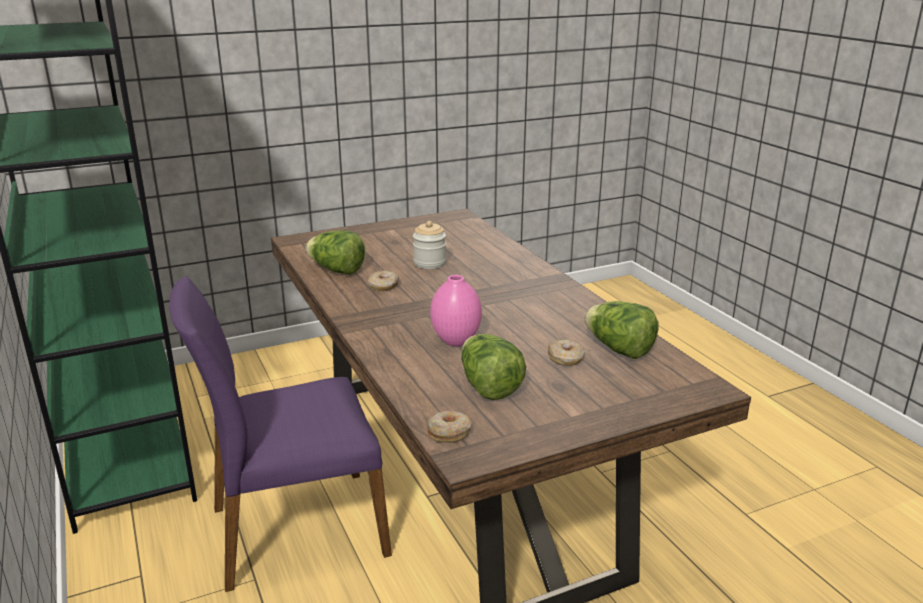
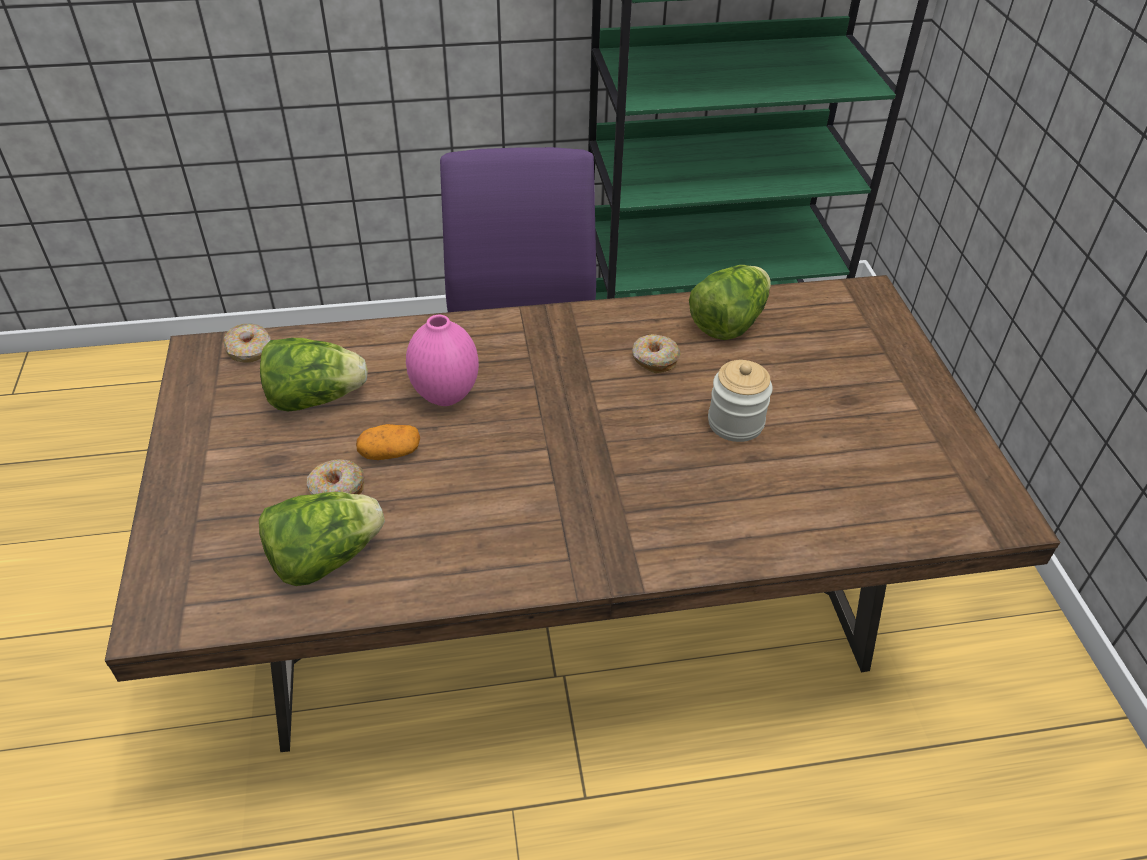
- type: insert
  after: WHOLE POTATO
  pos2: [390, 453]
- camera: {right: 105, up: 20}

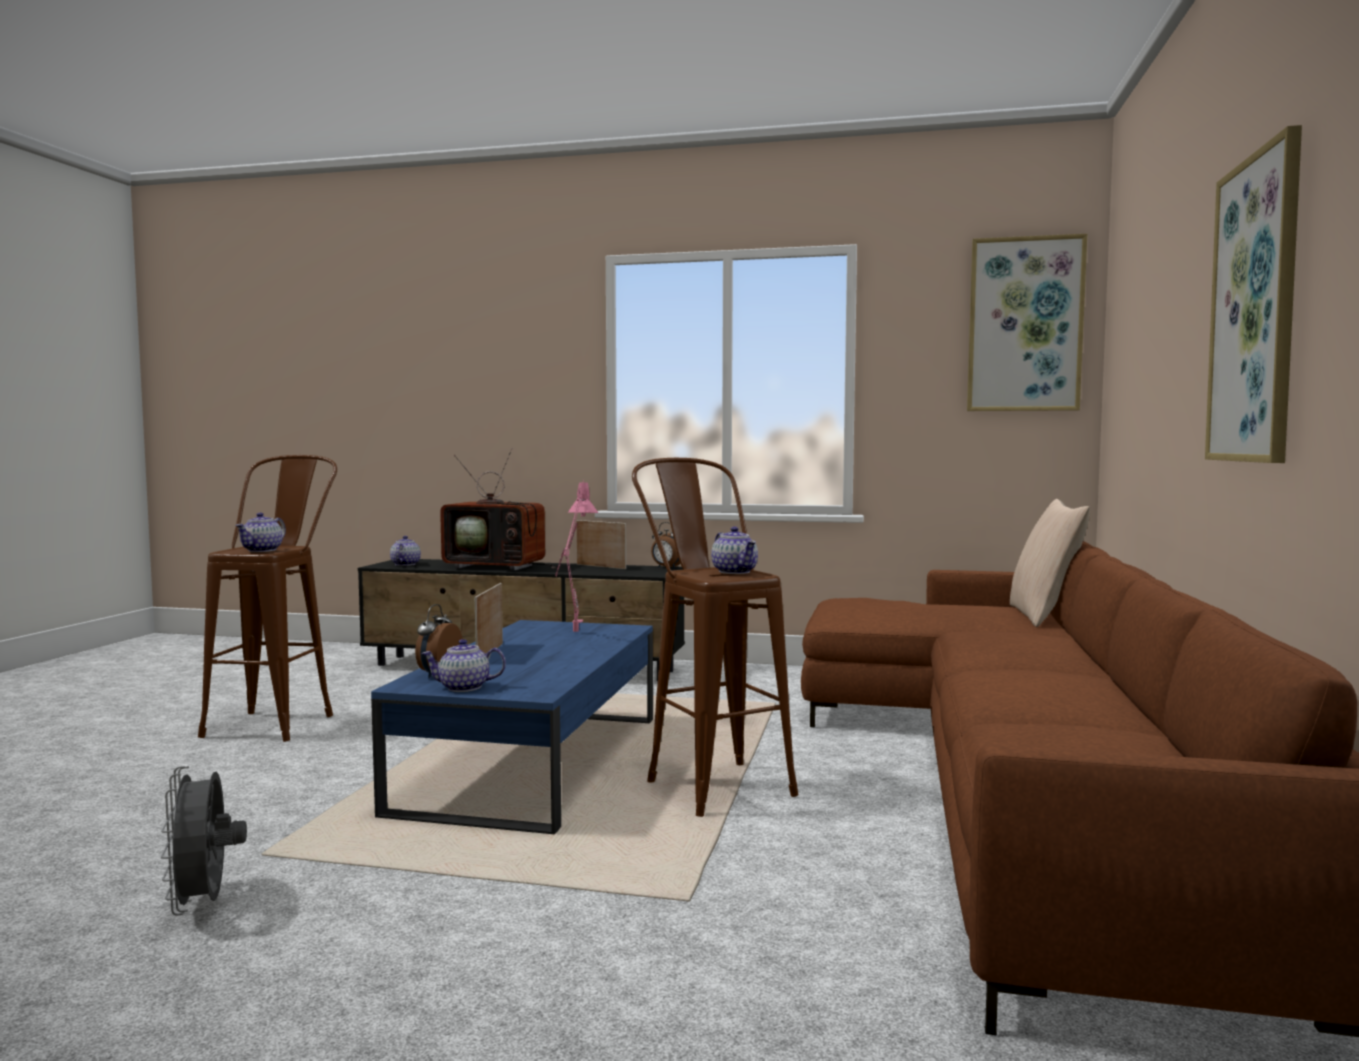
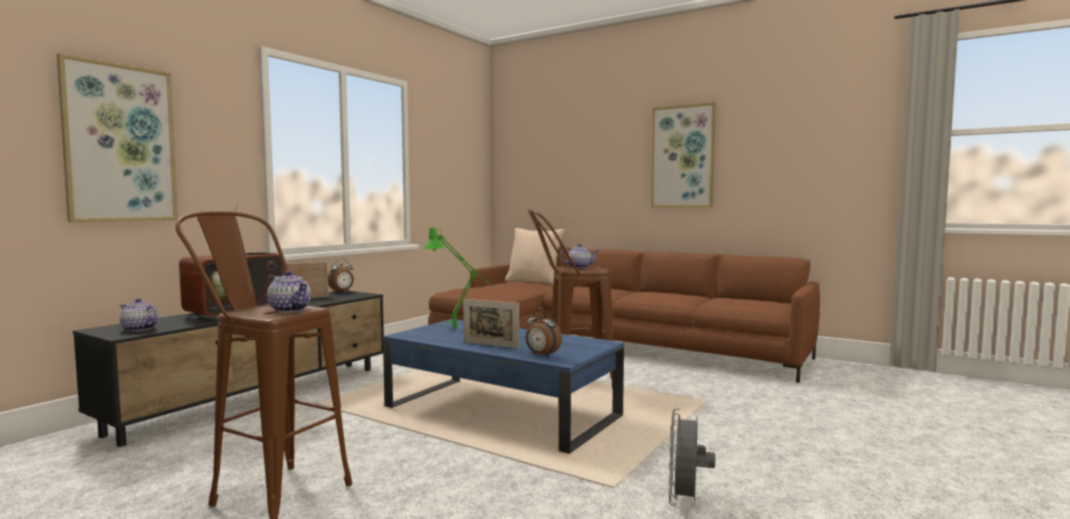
- type: move
  before: PICTURE
  pos1: [1025, 325]
  pos2: [120, 143]
- type: recolor
  before: PINK TABLE LAMP
  after: GREEN-COLOURED TABLE LAMP
  pos1: [574, 635]
  pos2: [460, 330]
- type: rotate
  before: GREYISH ELECTRIC FAN
  pos1: [204, 904]
  pos2: [686, 502]
  turn: 105
- type: delete
  before: POT FOR TEA
  pos1: [463, 687]
- camera: {right: -70, up: 0}

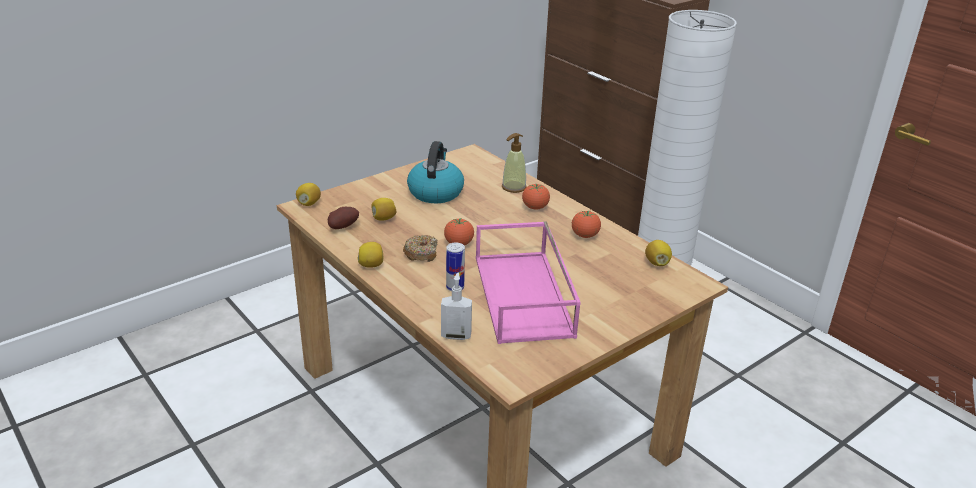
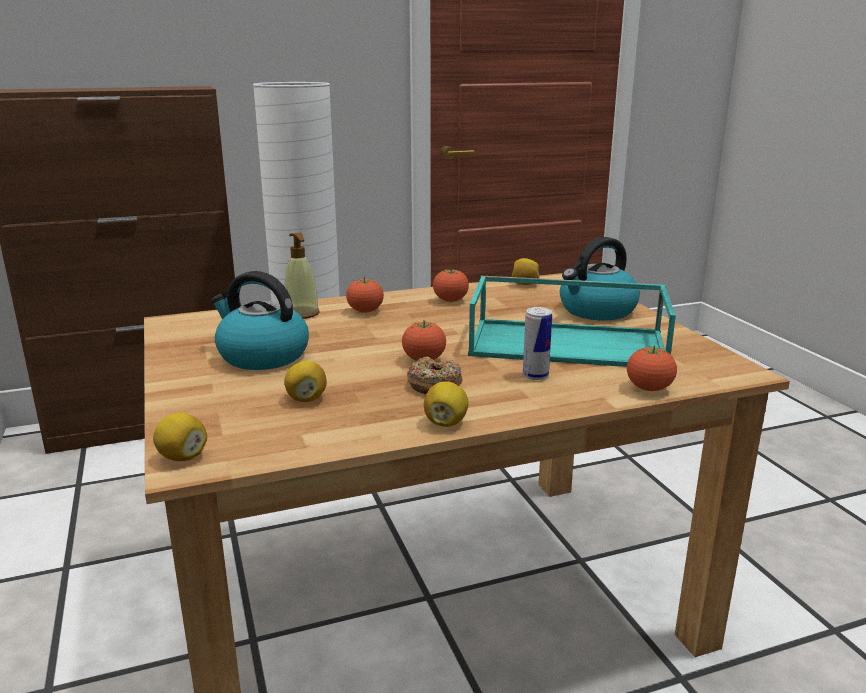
- type: recolor
  before: PINK CARRYING TRAY
  after: TURQUOISE CARRYING TRAY
  pos1: [525, 296]
  pos2: [569, 343]
- type: insert
  after: KETTLE
  pos2: [596, 311]
- type: replace
  before: LIQUID SOAP BOTTLE
  after: FRESH TOMATO
  pos1: [456, 335]
  pos2: [649, 389]
- type: delete
  before: WHOLE POTATO
  pos1: [342, 227]
- camera: {right: -70, up: -10}

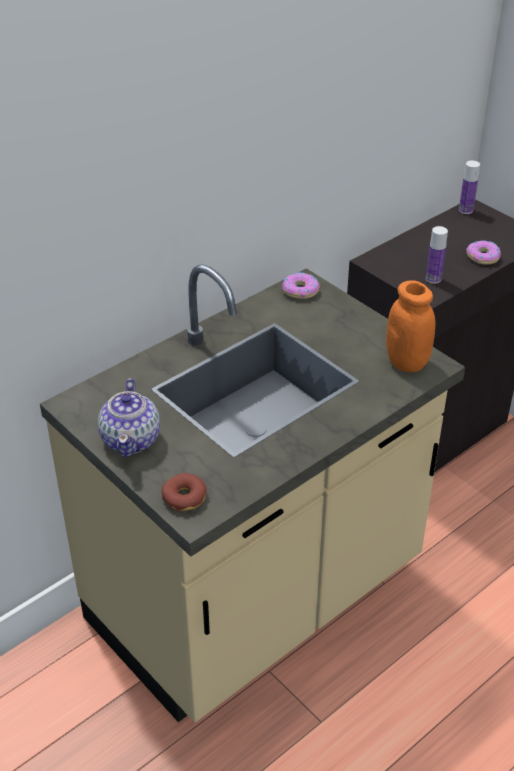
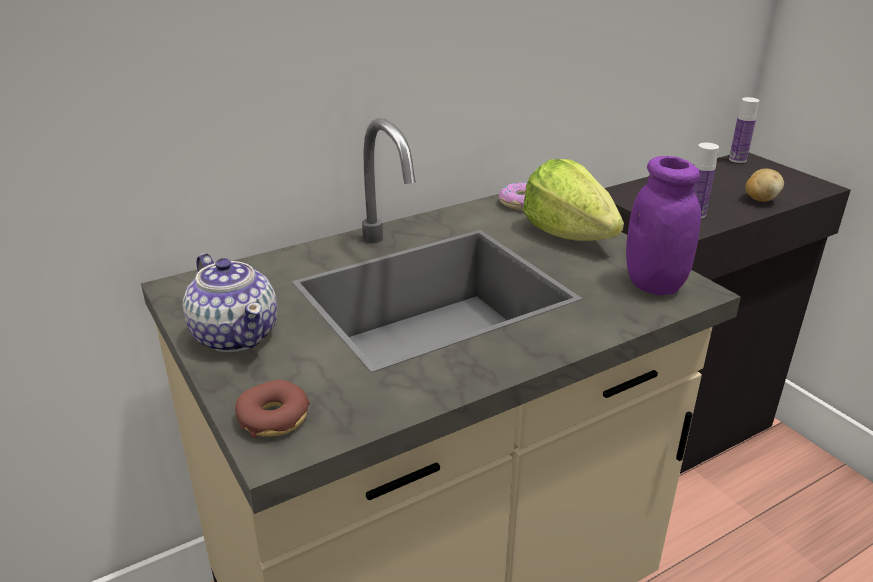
- type: rotate
  before: POT FOR TEA
  pos1: [131, 439]
  pos2: [236, 335]
  turn: -45
- type: insert
  after: HEAD OF LETTUCE
  pos2: [568, 234]
- type: recolor
  before: ORANGE STORAGE JAR
  after: PURPLE-COLOURED STORAGE JAR
  pos1: [407, 362]
  pos2: [654, 284]
- type: replace
  before: DONUT
  after: WHOLE POTATO
  pos1: [483, 257]
  pos2: [760, 199]
- camera: {right: 10, up: -10}

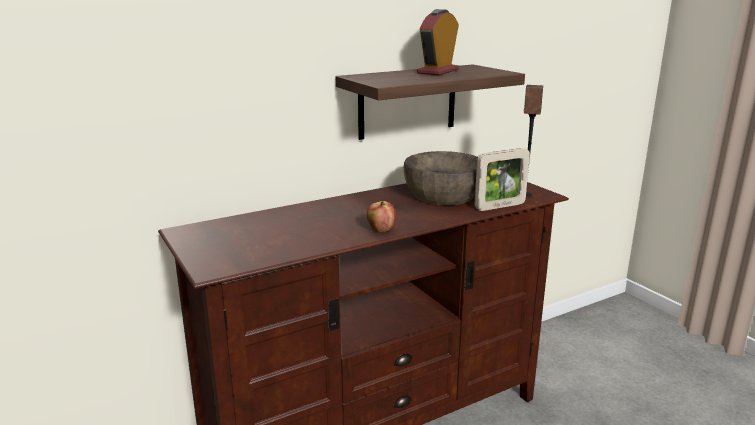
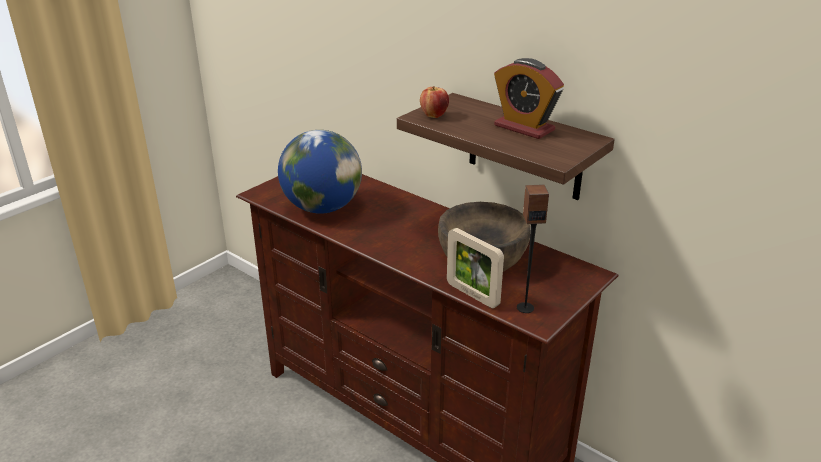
- type: insert
  after: GLOBE
  pos2: [322, 208]
- type: move
  before: APPLE
  pos1: [381, 229]
  pos2: [434, 115]
- type: rotate
  before: ALARM CLOCK
  pos1: [438, 71]
  pos2: [524, 128]
  turn: -150
- camera: {right: 70, up: 10}

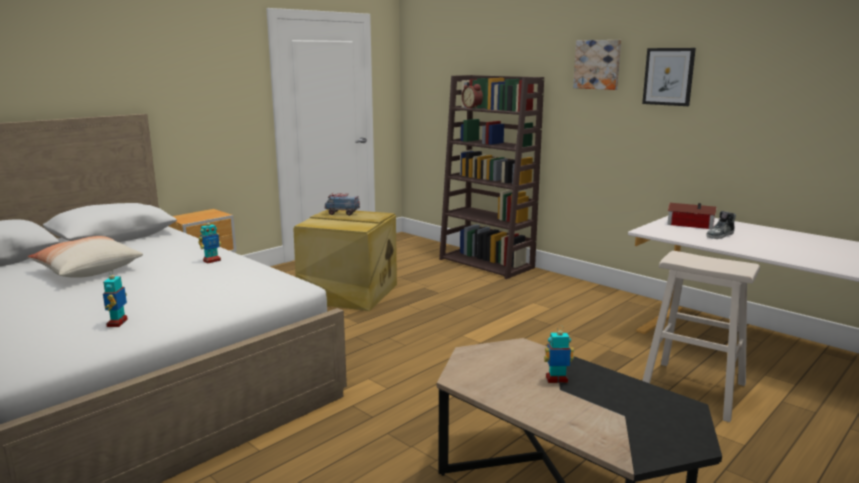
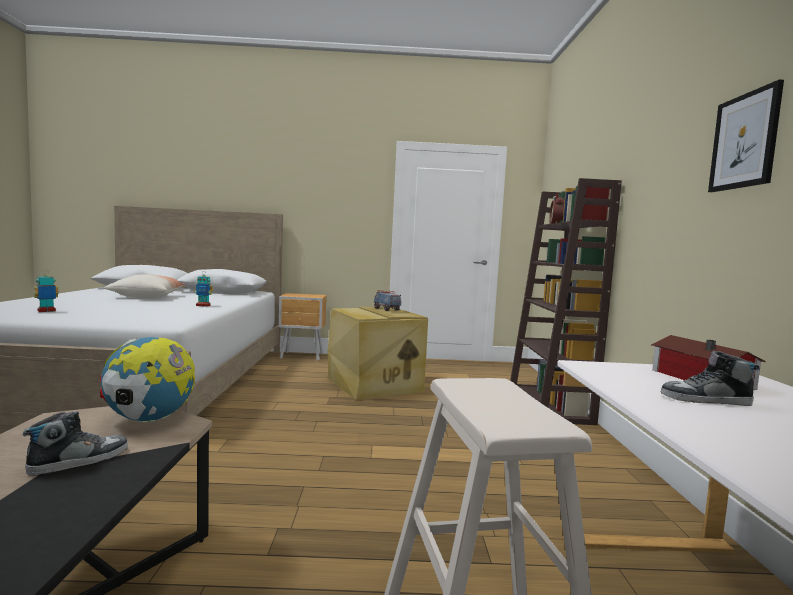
- type: replace
  before: MODEL ROBOT
  after: SHOE
  pos1: [556, 380]
  pos2: [79, 460]
- type: insert
  after: GLOBE
  pos2: [149, 420]
- type: delete
  before: PICTURE
  pos1: [598, 64]
- camera: {right: 45, up: -10}

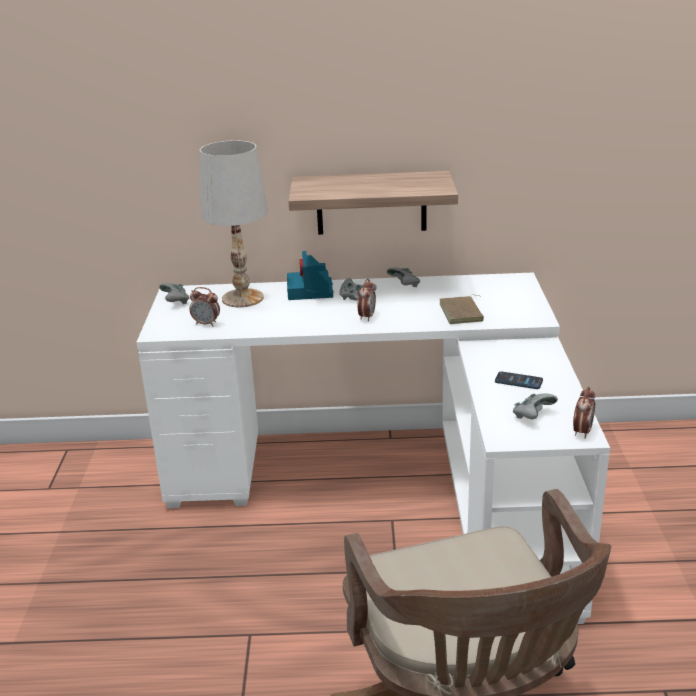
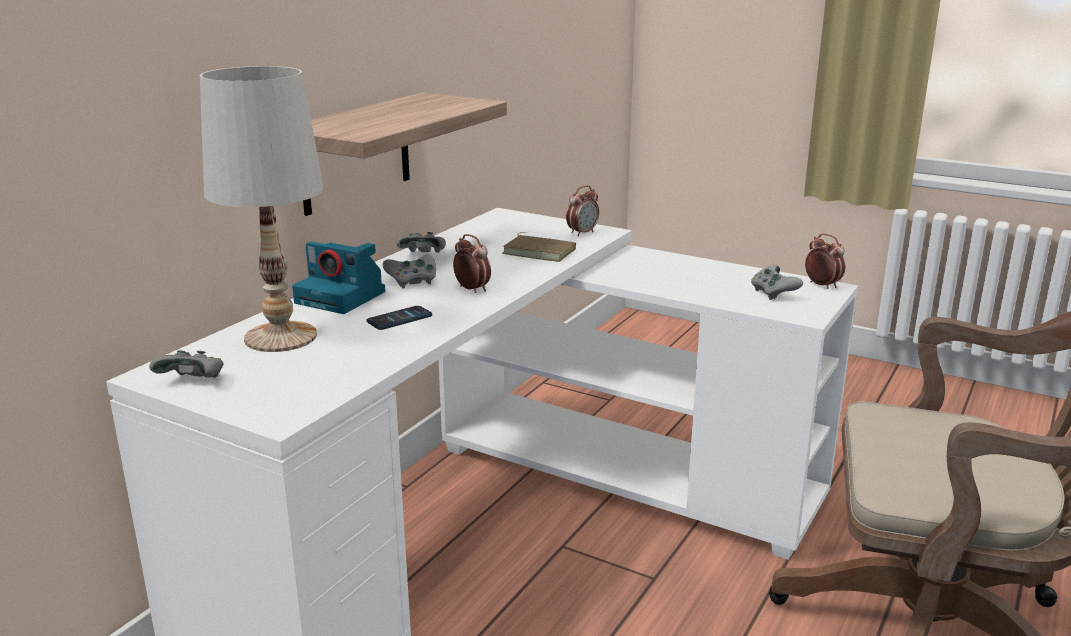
- type: move
  before: TELEPHONE
  pos1: [518, 381]
  pos2: [399, 319]
- type: move
  before: ALARM CLOCK
  pos1: [206, 324]
  pos2: [582, 233]
- camera: {right: -60, up: -5}

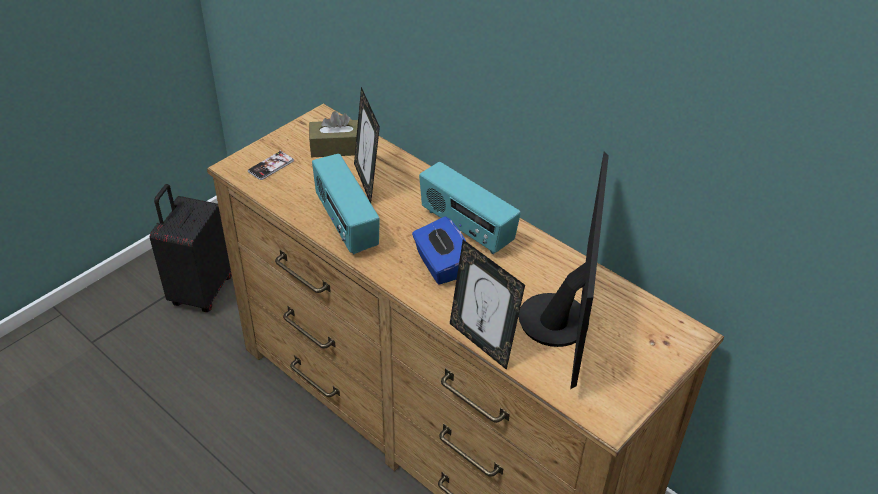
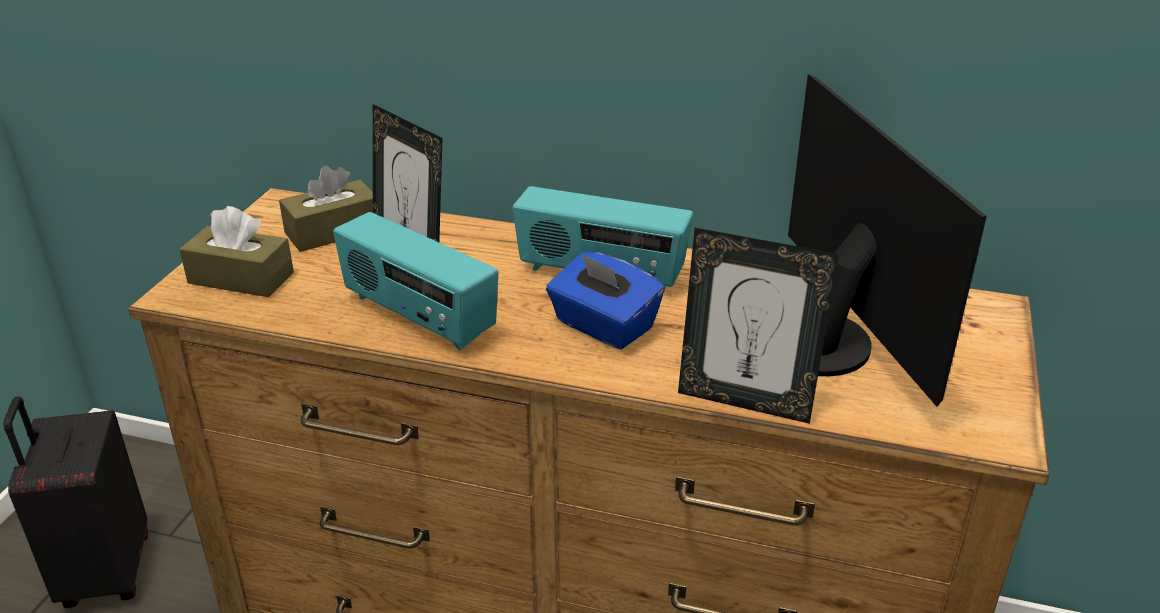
- type: replace
  before: TELEPHONE
  after: BROWNISH BOX OF TISSUES
  pos1: [271, 166]
  pos2: [241, 278]
- camera: {right: -25, up: -10}

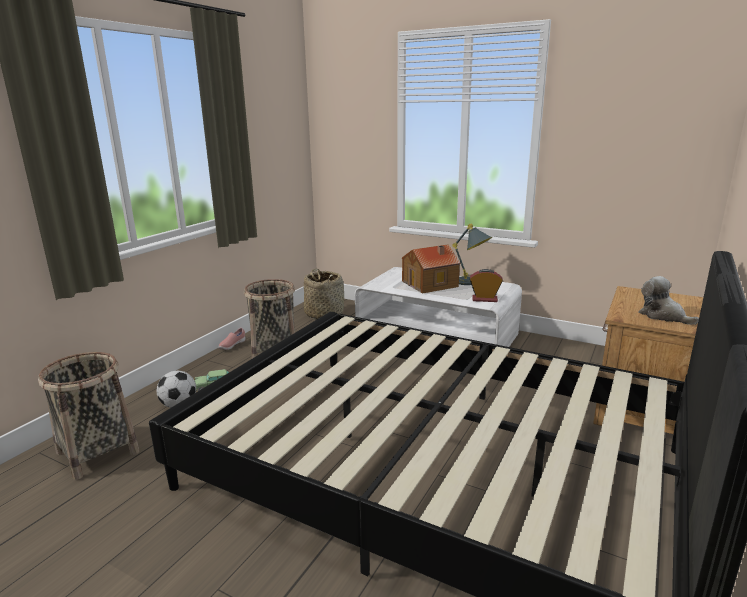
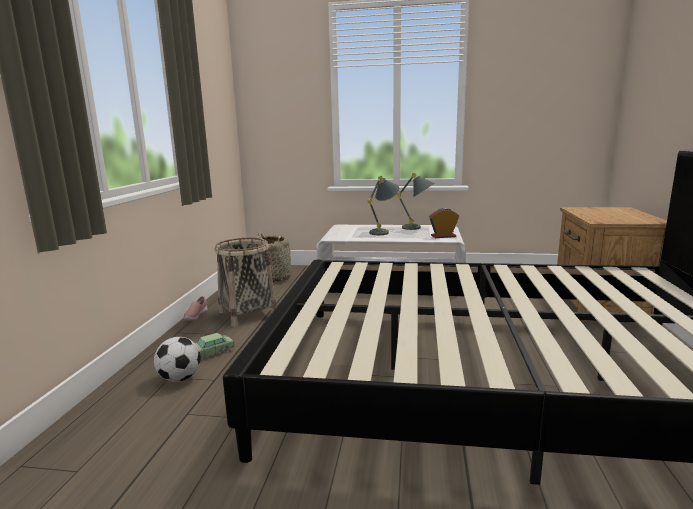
- type: replace
  before: TOY HOUSE
  after: GREYISH TABLE LAMP
  pos1: [431, 284]
  pos2: [384, 232]
- type: delete
  before: HOUSEHOLD BASKET
  pos1: [98, 452]
- type: delete
  before: SOFT TOY
  pos1: [663, 316]
- camera: {right: -20, up: -5}

